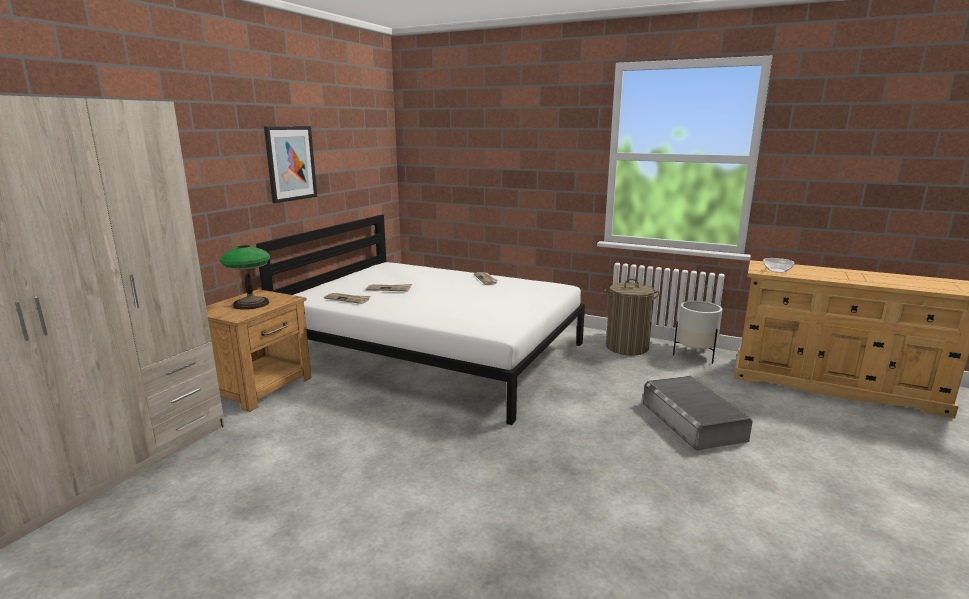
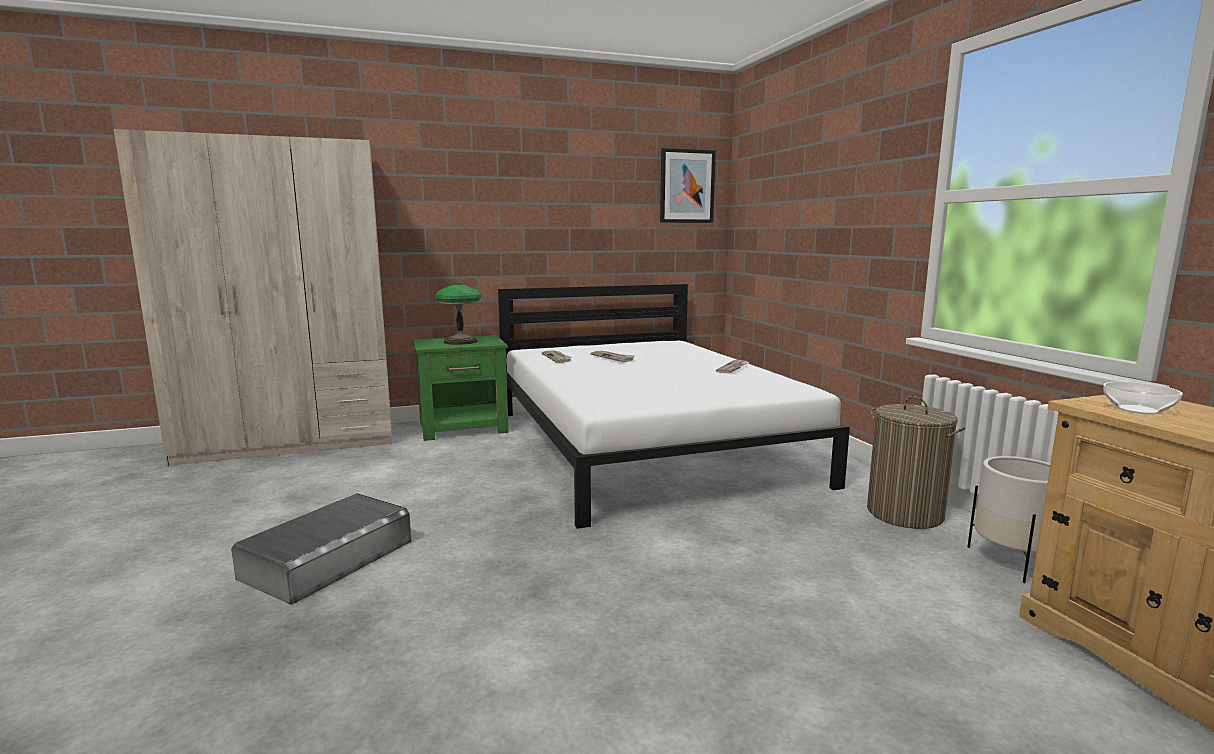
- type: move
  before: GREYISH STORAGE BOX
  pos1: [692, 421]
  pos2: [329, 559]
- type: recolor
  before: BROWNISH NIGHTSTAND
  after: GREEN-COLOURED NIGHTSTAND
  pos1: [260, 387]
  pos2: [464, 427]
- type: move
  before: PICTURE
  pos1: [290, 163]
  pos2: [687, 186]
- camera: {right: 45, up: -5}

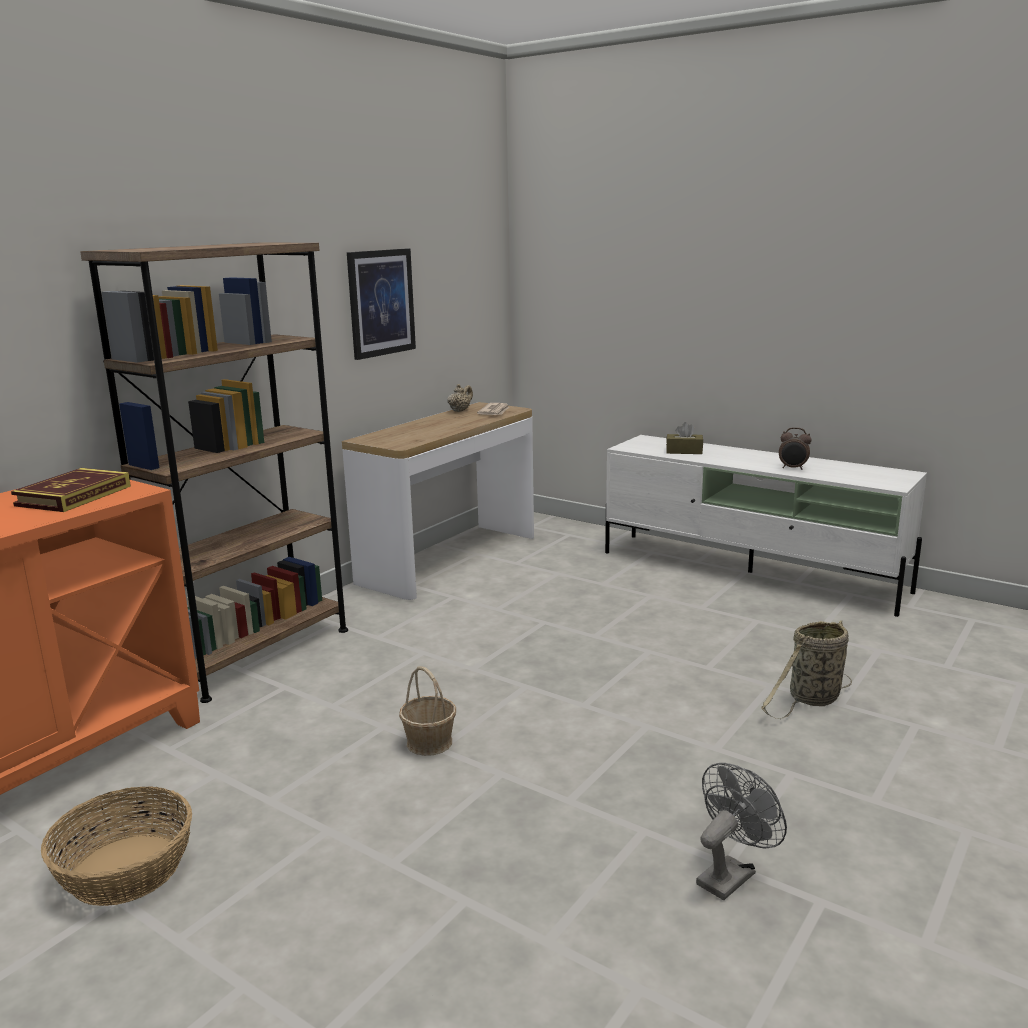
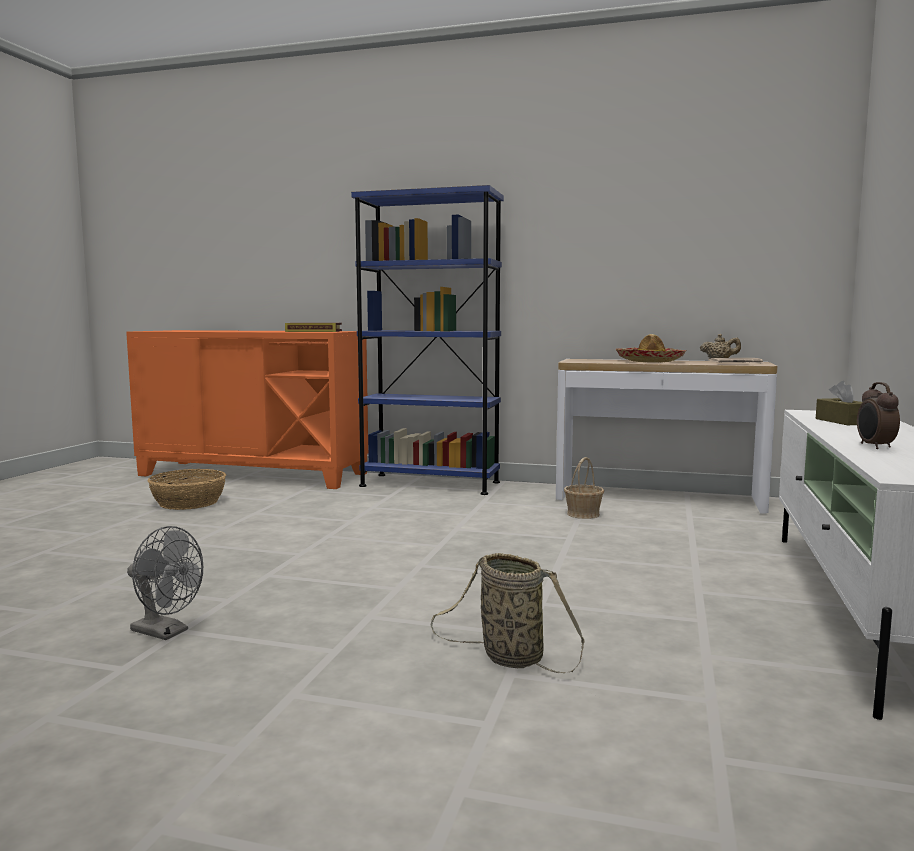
- type: recolor
  before: BROWNISH SHELVING UNIT
  after: BLUISH SHELVING UNIT
  pos1: [255, 653]
  pos2: [430, 484]
- type: move
  before: HOUSEHOLD BASKET
  pos1: [429, 742]
  pos2: [583, 514]
- type: insert
  after: WEARABLE HAT
  pos2: [650, 361]
- type: delete
  before: PICTURE
  pos1: [381, 303]
- camera: {right: 70, up: -10}

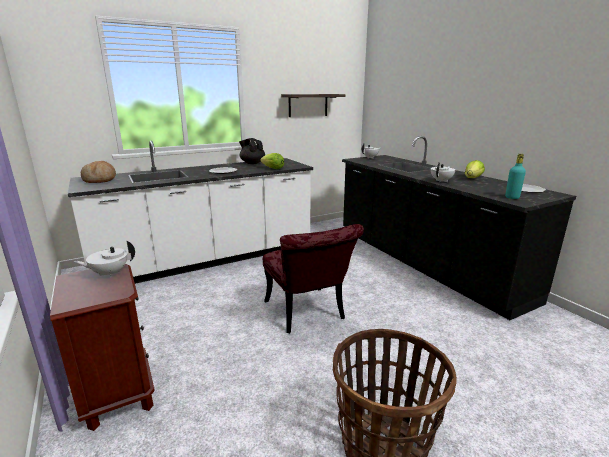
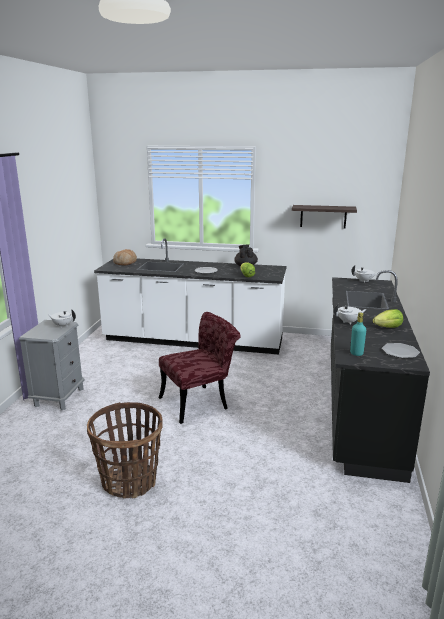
- type: recolor
  before: BROWNISH NIGHTSTAND
  after: GREYISH NIGHTSTAND
  pos1: [118, 394]
  pos2: [59, 397]
- type: rotate
  before: RED PLAIN CHAIR
  pos1: [308, 314]
  pos2: [200, 402]
  turn: -135
- camera: {right: 40, up: 0}

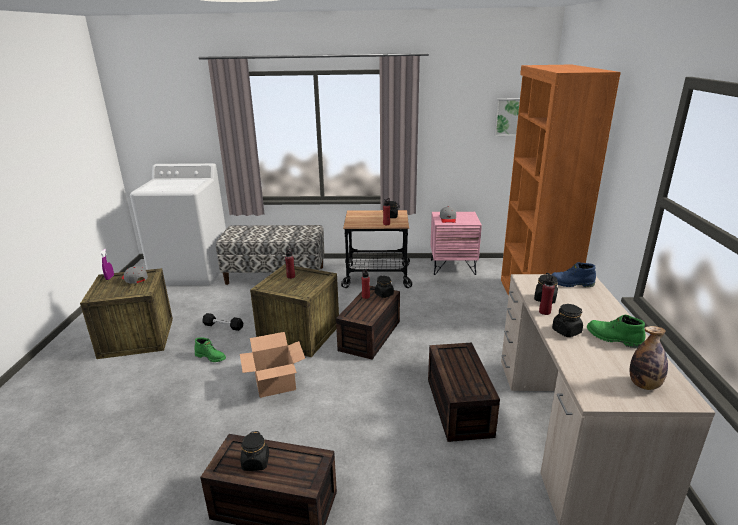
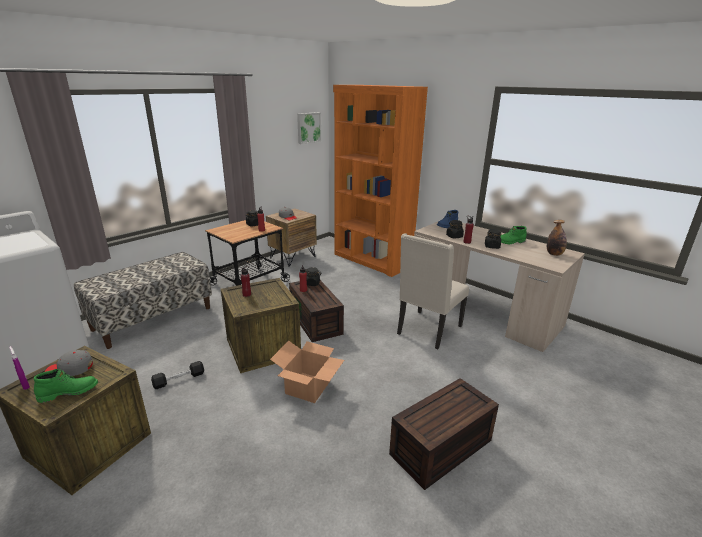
- type: move
  before: GREEN-COLOURED BOOT
  pos1: [211, 357]
  pos2: [69, 392]
- type: recolor
  before: PINK NIGHTSTAND
  after: BROWNISH NIGHTSTAND
  pos1: [452, 267]
  pos2: [292, 257]
- type: replace
  before: BROWNISH STORAGE BOX
  after: SAND-COLOURED PLAIN CHAIR
  pos1: [457, 405]
  pos2: [428, 330]
- type: delete
  before: BLACK STORAGE JAR
  pos1: [256, 462]
- camera: {right: -50, up: 0}

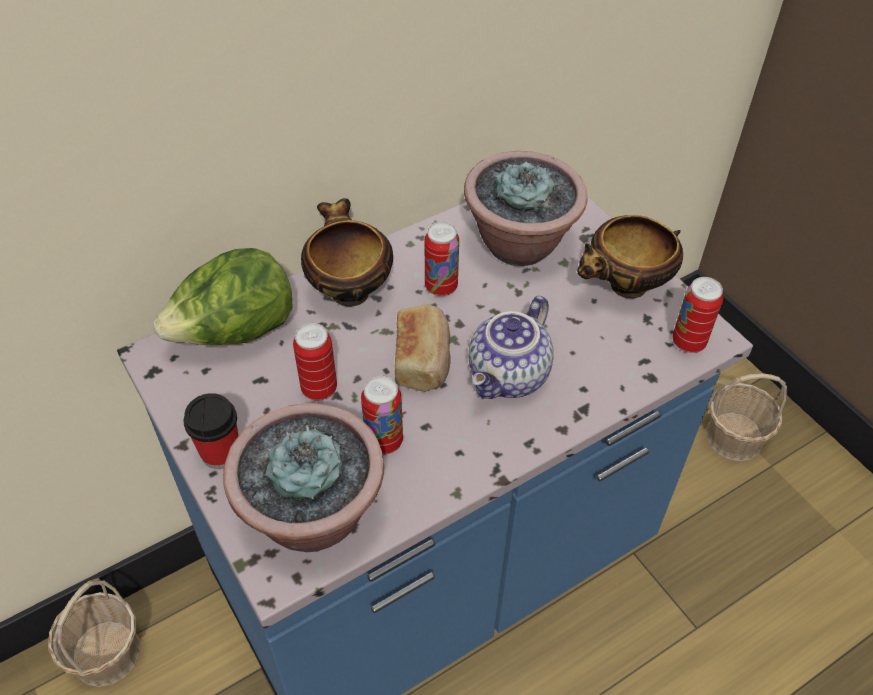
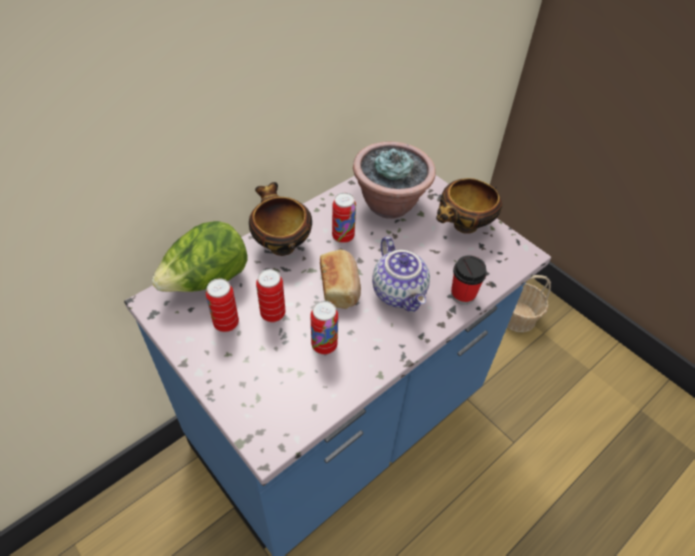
- type: move
  before: CAN
  pos1: [688, 342]
  pos2: [226, 323]
- type: rotate
  before: POT FOR TEA
  pos1: [510, 377]
  pos2: [400, 293]
  turn: -45
- type: move
  before: DRINKING CUP
  pos1: [221, 453]
  pos2: [462, 295]
- type: delete
  before: HOUSEHOLD BASKET
  pos1: [106, 653]
- type: delete
  before: POTTED PLANT
  pos1: [312, 515]
- camera: {right: -10, up: 0}

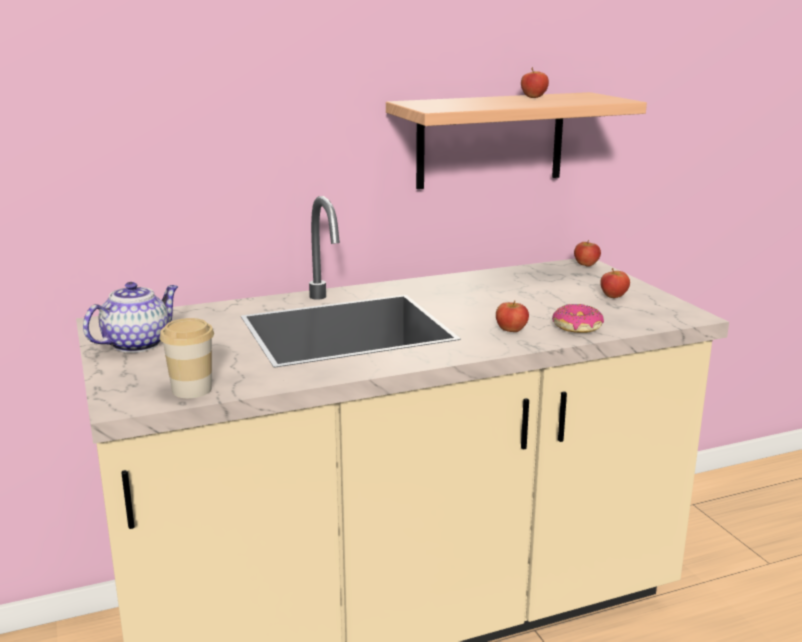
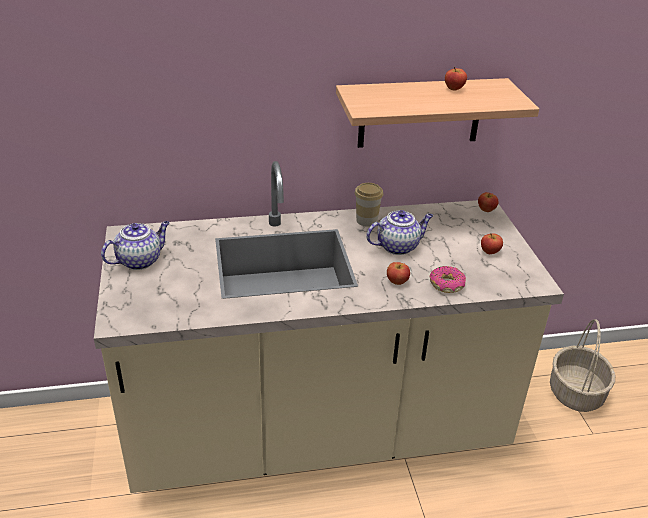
- type: move
  before: DRINKING CUP
  pos1: [192, 390]
  pos2: [366, 220]
- type: insert
  after: POT FOR TEA
  pos2: [398, 246]
- type: insert
  after: HOUSEHOLD BASKET
  pos2: [575, 392]
- camera: {right: 10, up: 15}

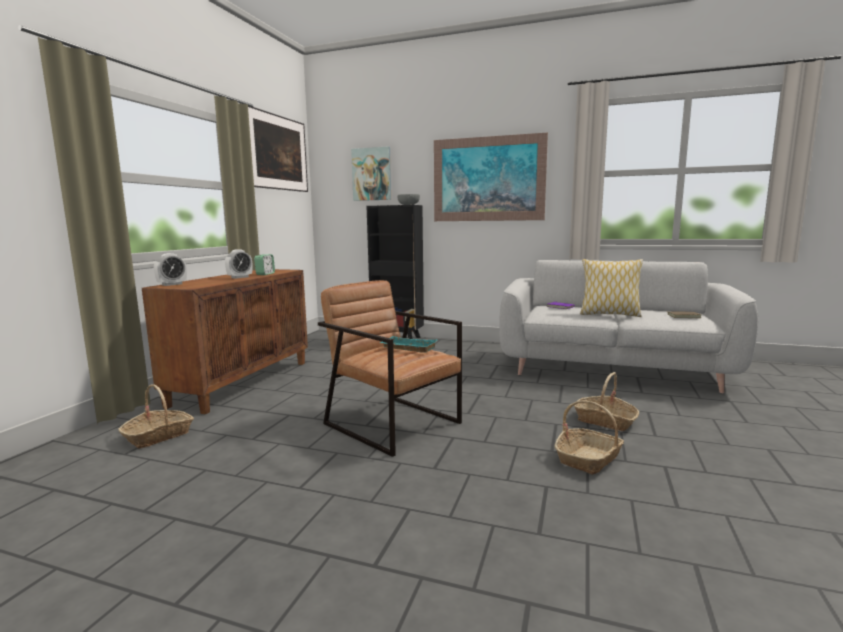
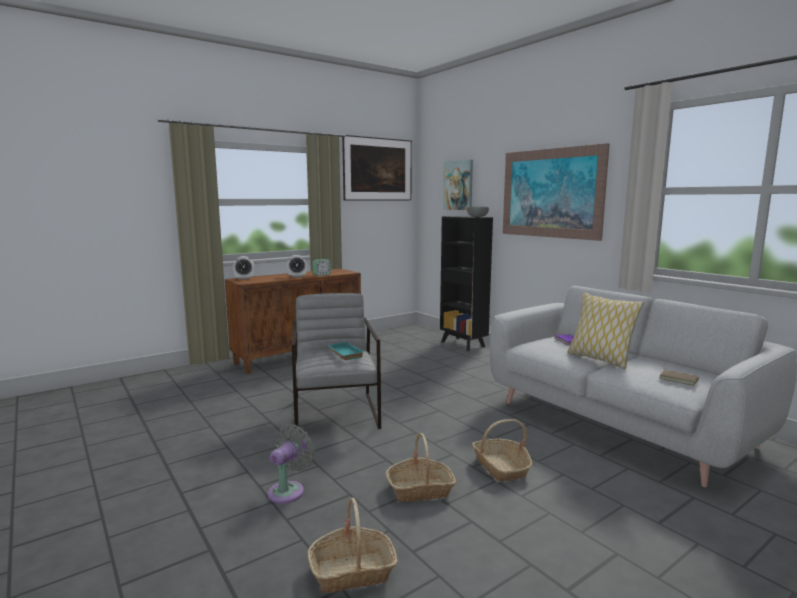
- type: insert
  after: GREYISH ELECTRIC FAN
  pos2: [289, 490]
- type: recolor
  before: BROWNISH LOUNGE CHAIR
  after: GREYISH LOUNGE CHAIR
  pos1: [392, 423]
  pos2: [336, 413]
- type: move
  before: HOUSEHOLD BASKET
  pos1: [159, 436]
  pos2: [352, 571]
- camera: {right: 35, up: 0}

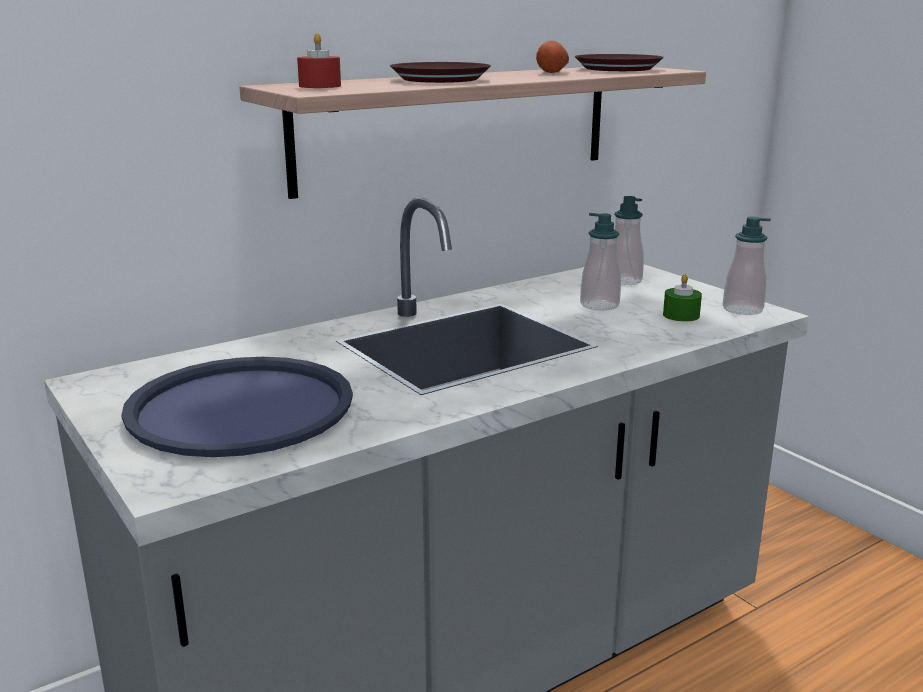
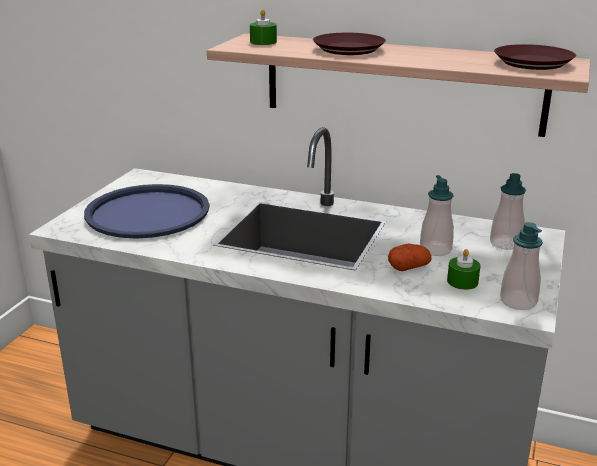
- type: recolor
  before: RED WAX LIGHT
  after: GREEN-COLOURED WAX LIGHT
  pos1: [320, 86]
  pos2: [263, 42]
- type: move
  before: WHOLE POTATO
  pos1: [551, 72]
  pos2: [409, 267]
- camera: {right: 55, up: 5}

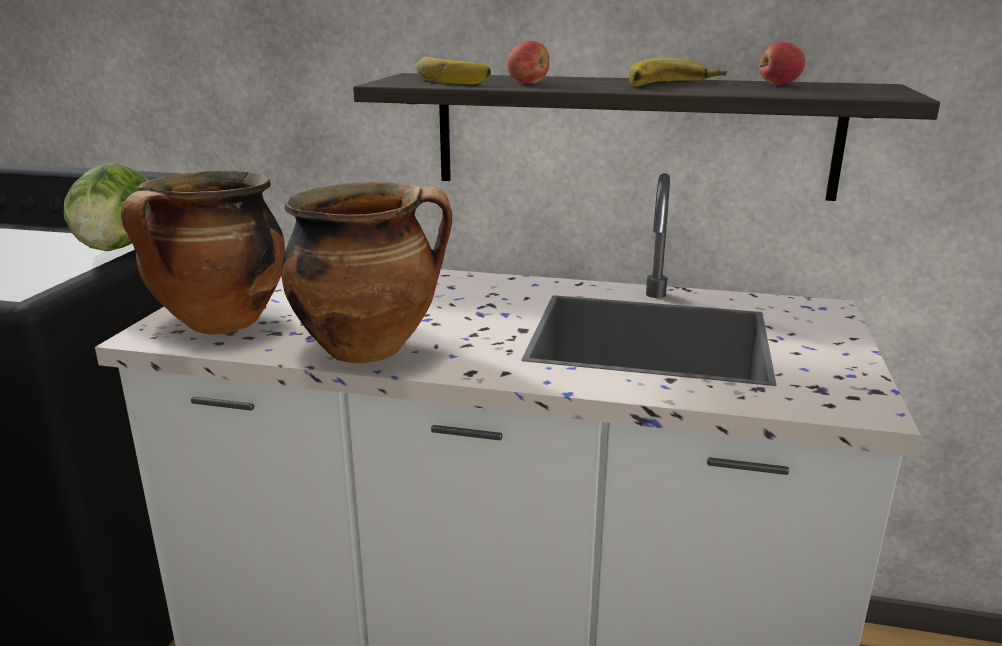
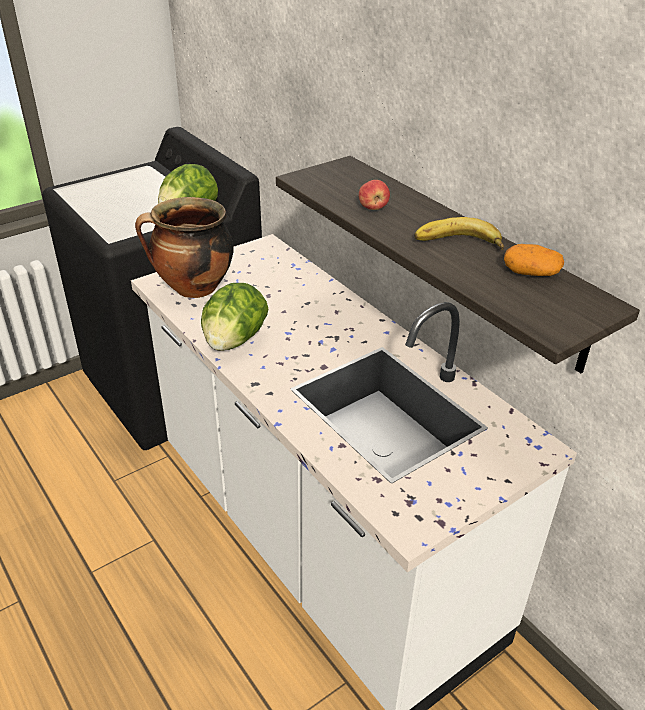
- type: replace
  before: SAUCEPOT
  after: HEAD OF LETTUCE
  pos1: [370, 348]
  pos2: [234, 341]
- type: replace
  before: APPLE
  after: WHOLE POTATO
  pos1: [778, 84]
  pos2: [530, 273]
- type: delete
  before: BANANA
  pos1: [460, 79]
- camera: {right: 40, up: 15}

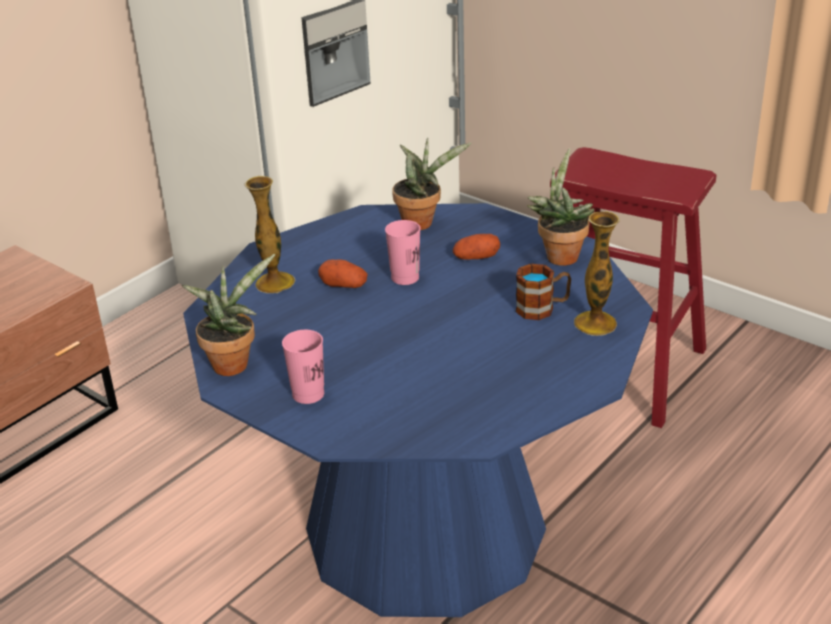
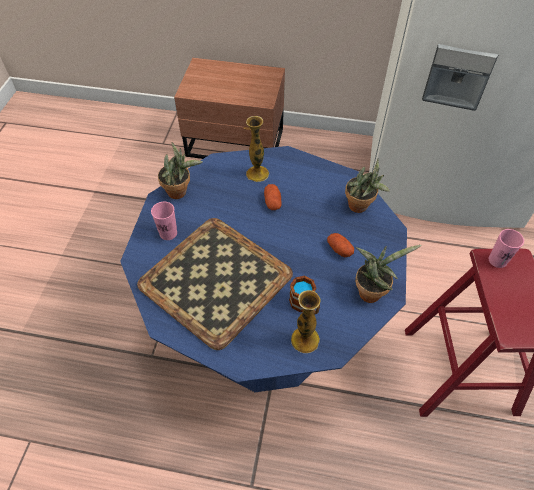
- type: insert
  after: CARRYING TRAY
  pos2: [214, 280]
- type: move
  before: PINK DRINKING CUP
  pos1: [405, 278]
  pos2: [497, 260]
- camera: {right: 60, up: 20}

